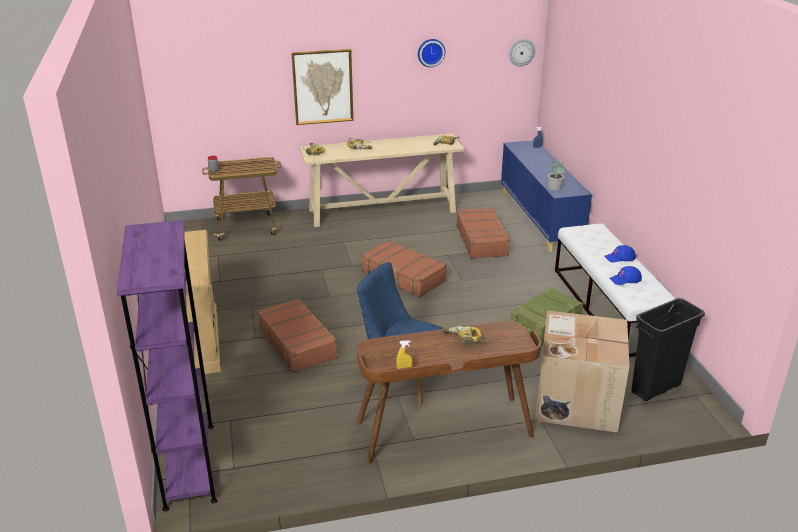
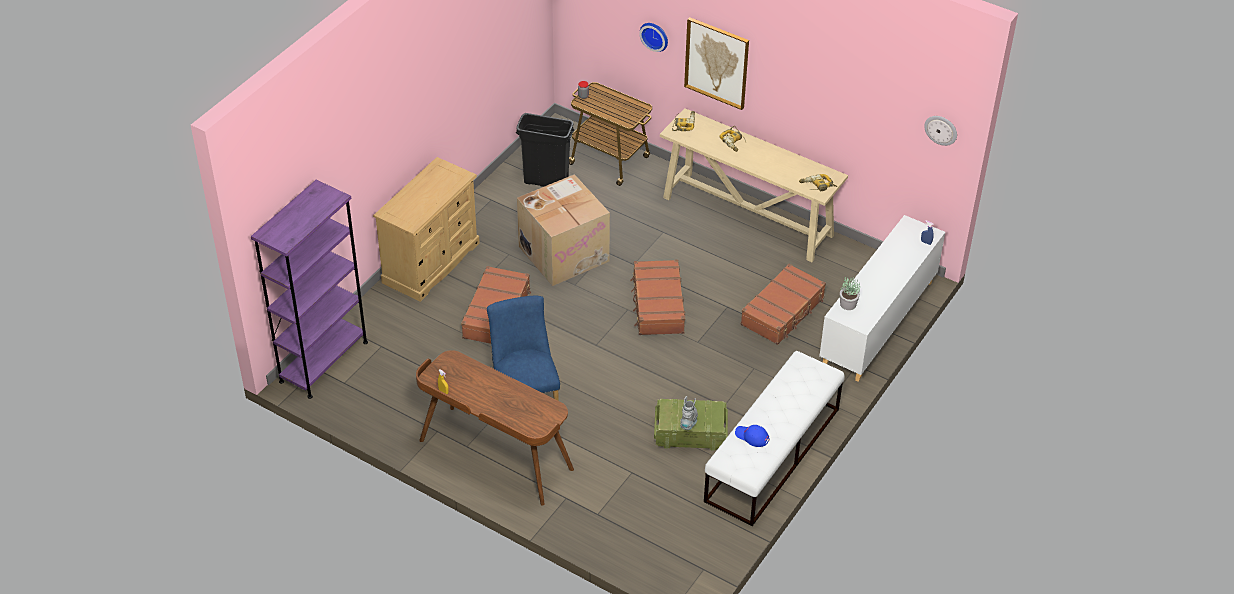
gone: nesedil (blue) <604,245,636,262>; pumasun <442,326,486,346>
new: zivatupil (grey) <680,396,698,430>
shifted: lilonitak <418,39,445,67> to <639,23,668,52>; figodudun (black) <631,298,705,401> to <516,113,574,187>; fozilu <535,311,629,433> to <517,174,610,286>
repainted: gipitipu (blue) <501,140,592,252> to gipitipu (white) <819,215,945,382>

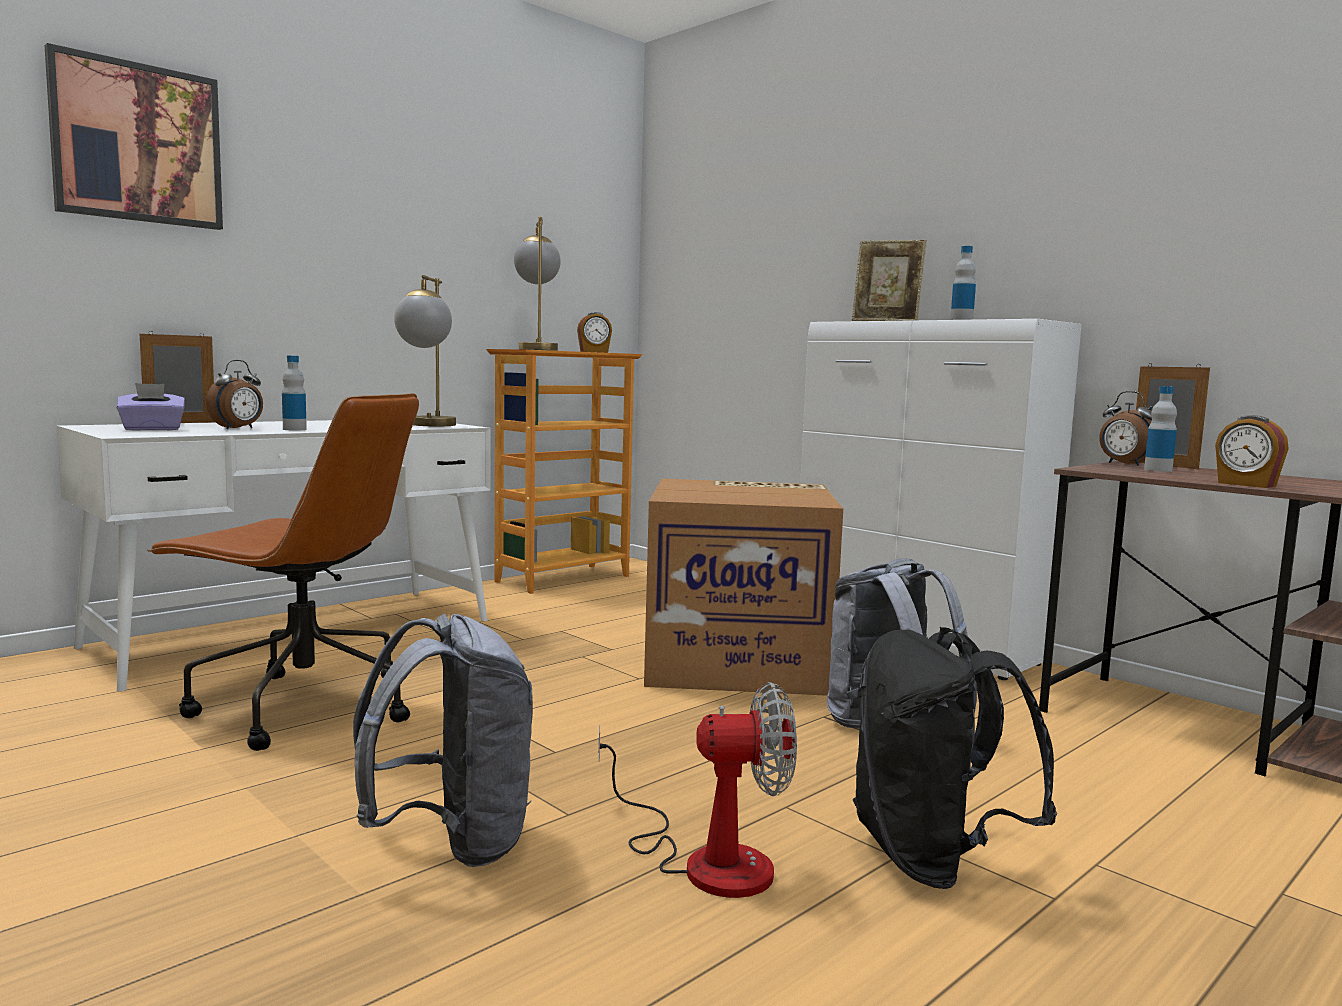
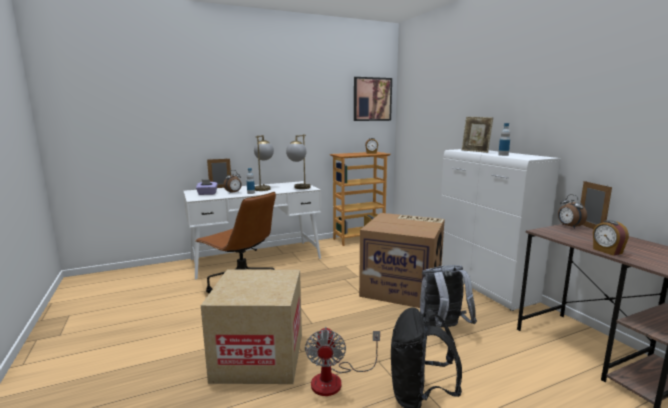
gone: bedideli <1144,386,1177,472>
shifted: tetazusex <45,43,223,230> to <354,77,392,121>; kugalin <514,217,561,351> to <254,135,274,191>
swapped: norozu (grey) <353,614,533,867> to fozilu <201,270,302,384>
rotated: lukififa <599,682,797,898> = <305,327,380,396> 75 degrees clockwise

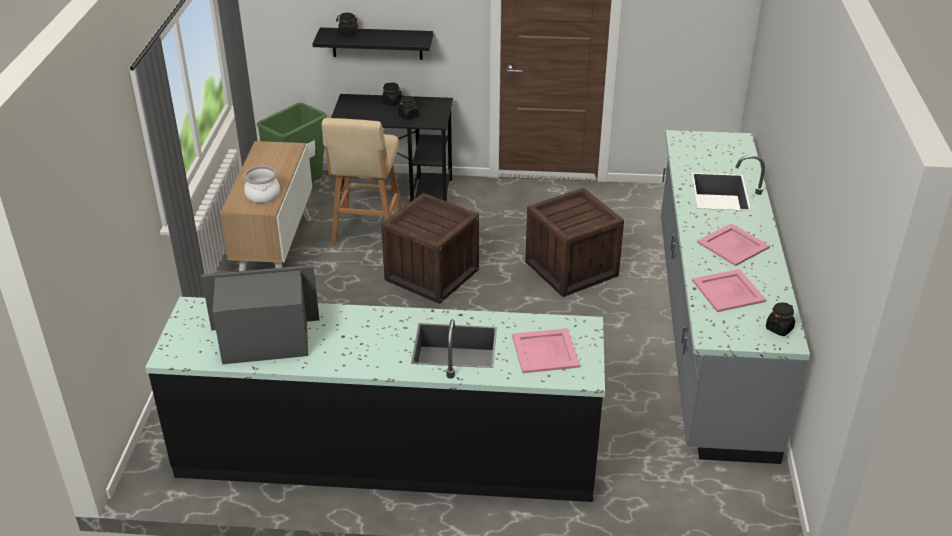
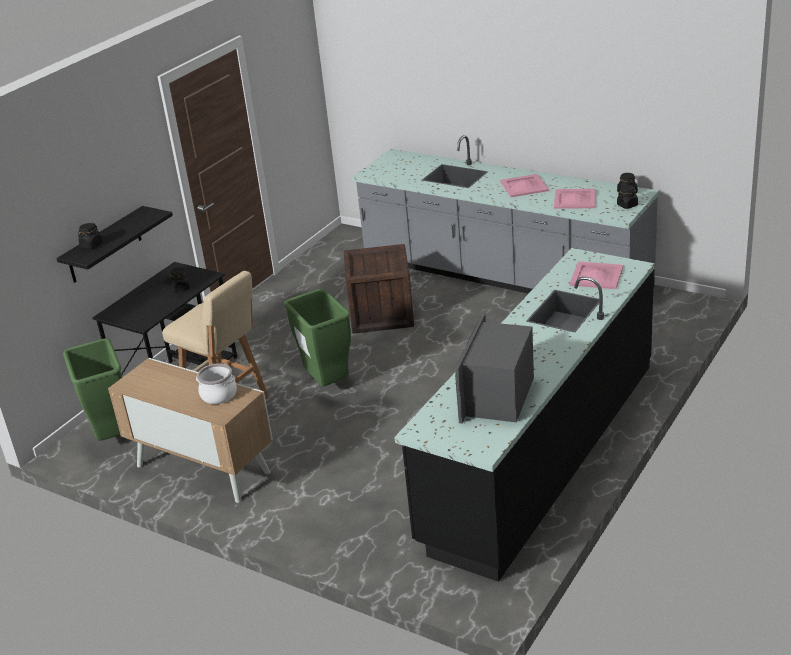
shifted: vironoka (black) <382,83,402,106> to <617,185,638,209>
swapped: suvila <381,193,479,304> to figodudun (green) <285,289,351,386>

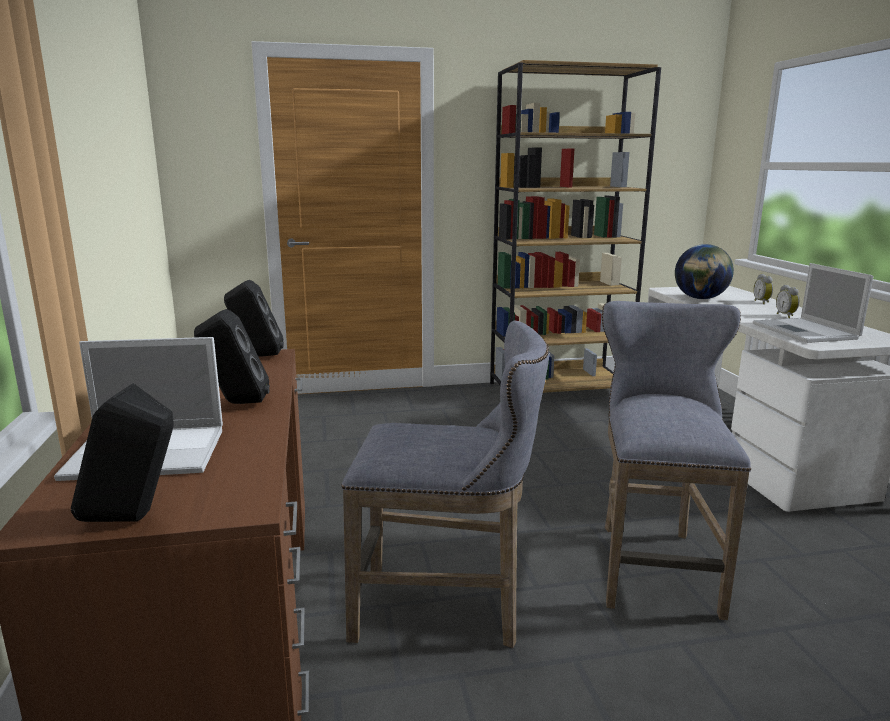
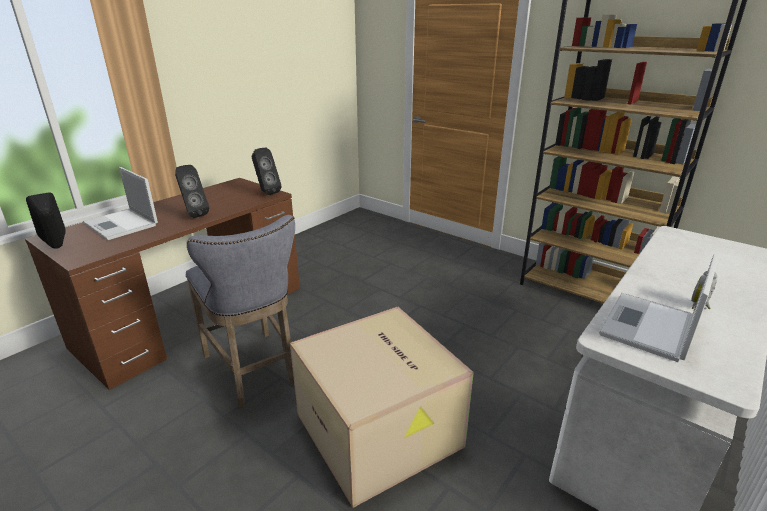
gone: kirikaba <675,244,734,299>; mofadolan <753,274,773,304>
swapped: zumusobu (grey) <602,301,751,620> to fozilu <290,307,474,508>

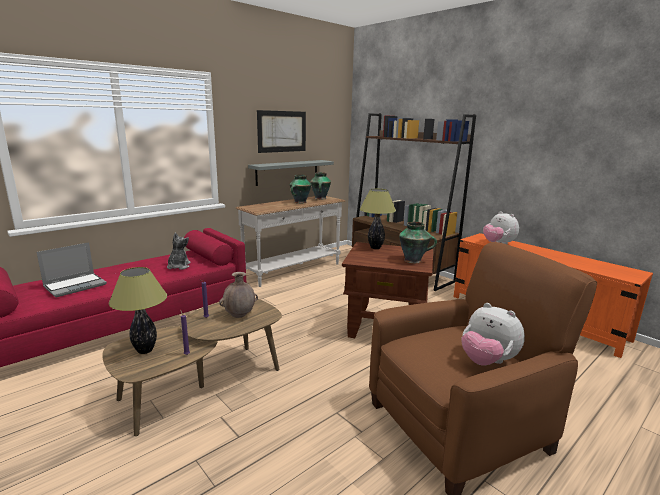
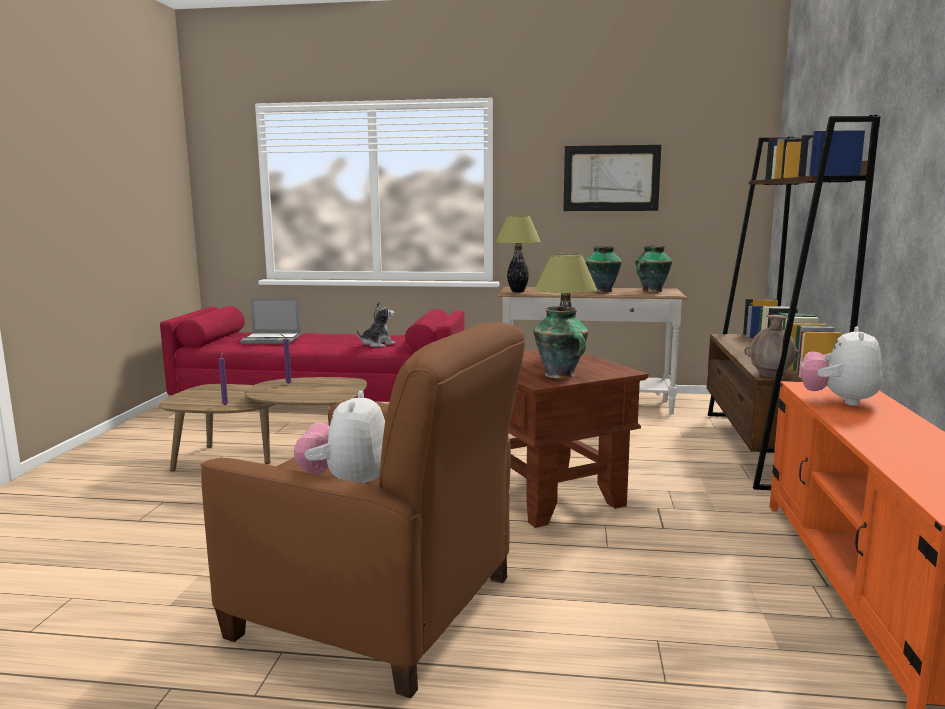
gone: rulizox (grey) <248,160,334,186>
shifted: kugalin <109,267,167,354> to <496,216,541,292>; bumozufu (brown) <219,272,258,318> to <744,315,801,377>

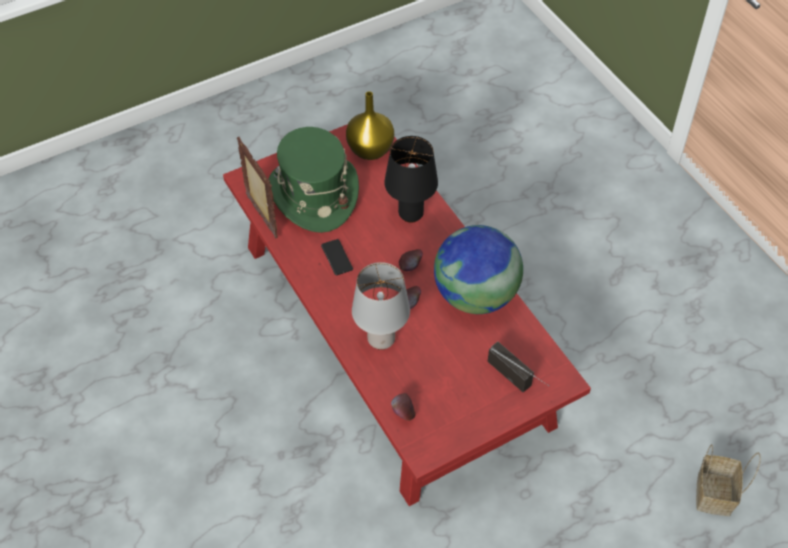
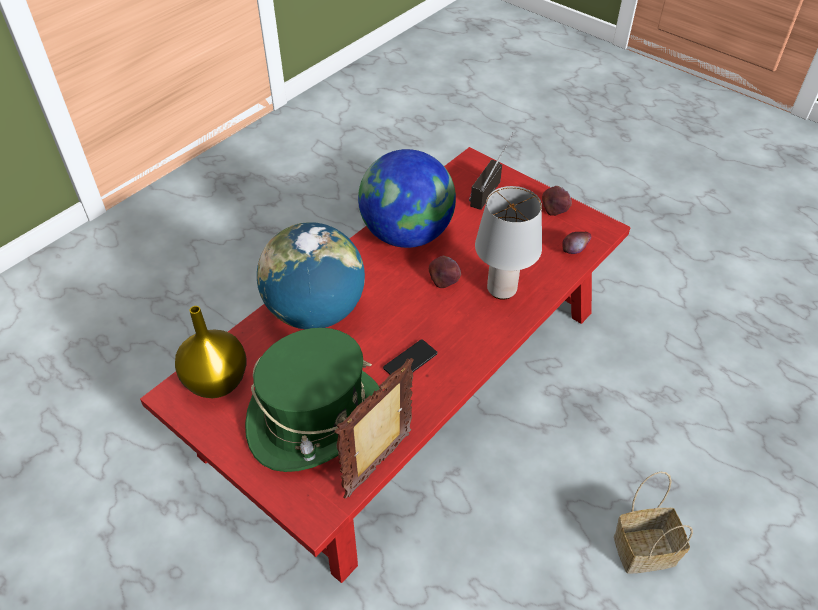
shifted: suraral <399,249,423,271> to <542,186,572,216>; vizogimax <696,444,761,516> to <614,472,693,574>
swapped: kugalin (black) <384,136,438,223> to kirikaba <257,222,365,329>

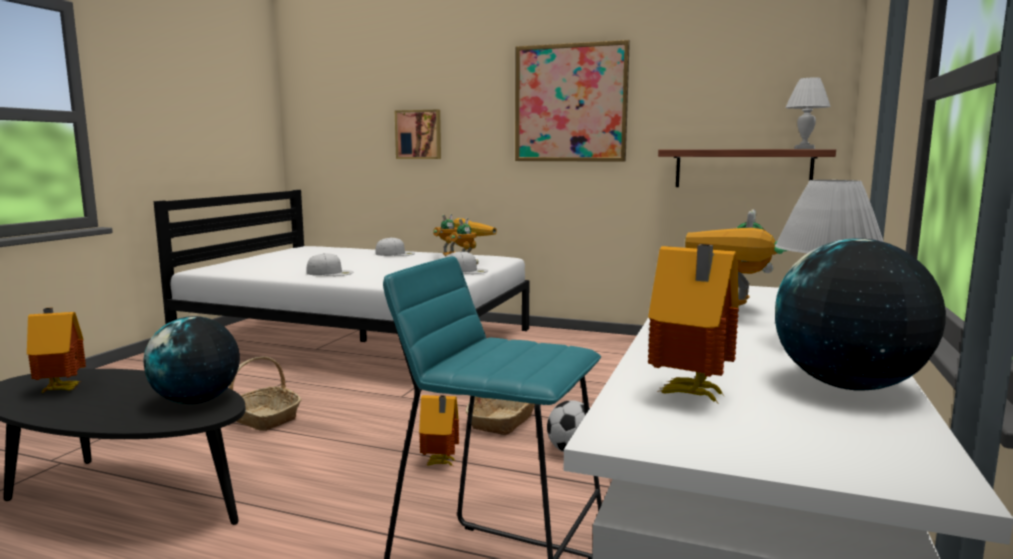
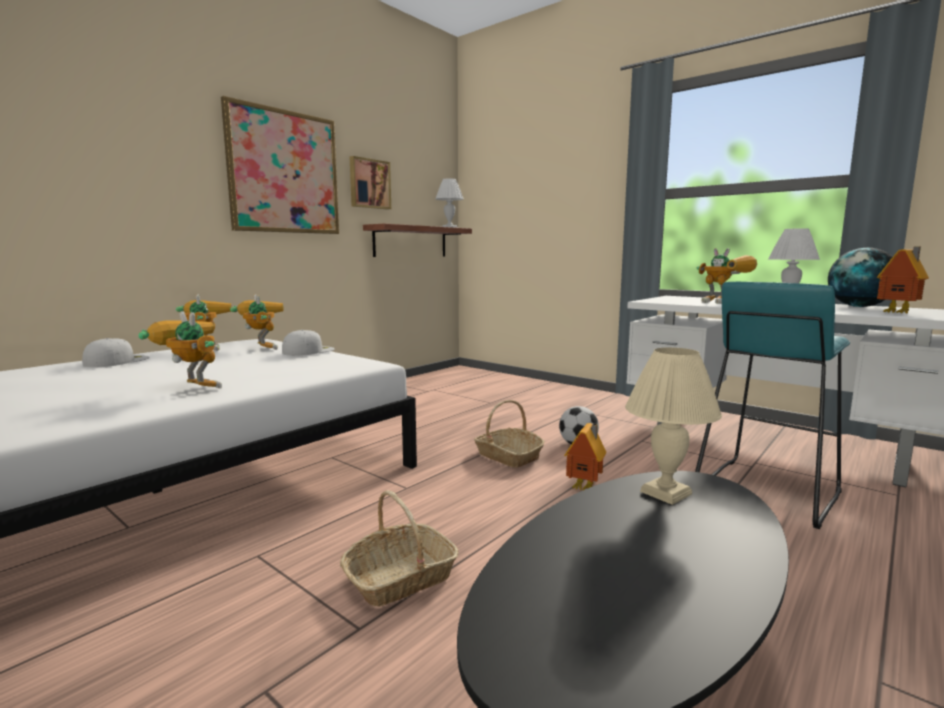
gone: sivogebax <27,308,86,393>
shifted: tetazusex <395,110,441,159> to <350,156,391,210>
swapped: nesedil (white) <306,253,353,276> to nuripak <138,311,222,388>; kirikaba <144,316,240,404> to kugalin (beige) <625,348,722,505>

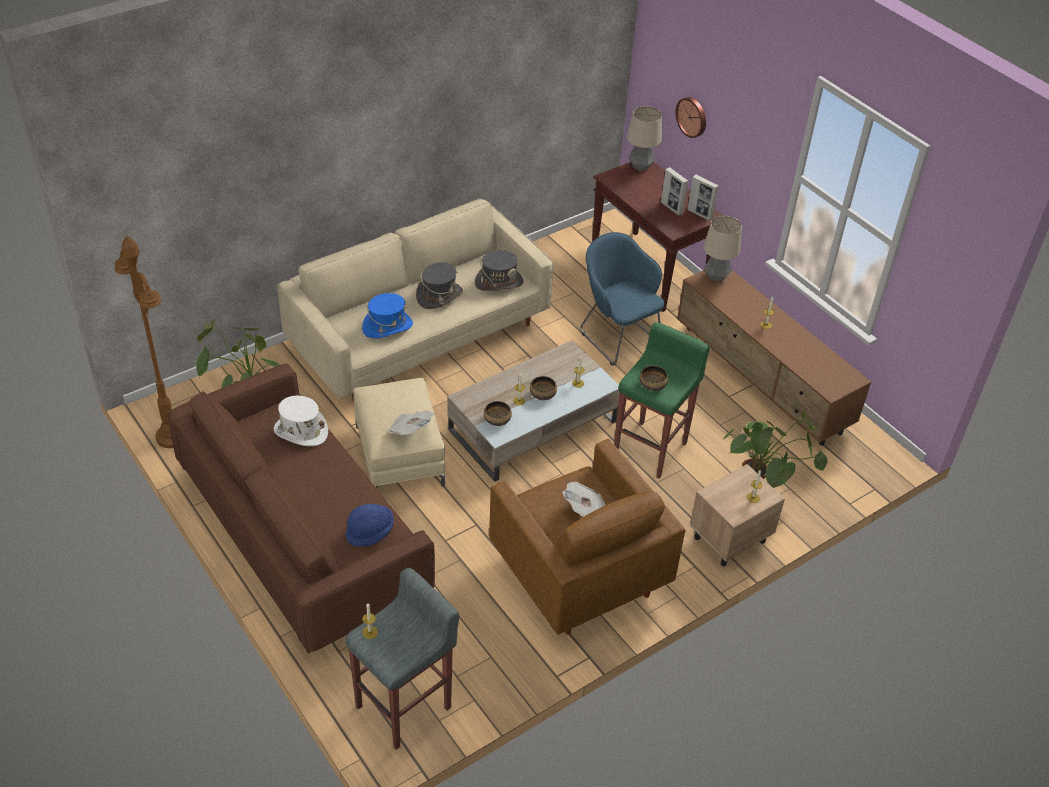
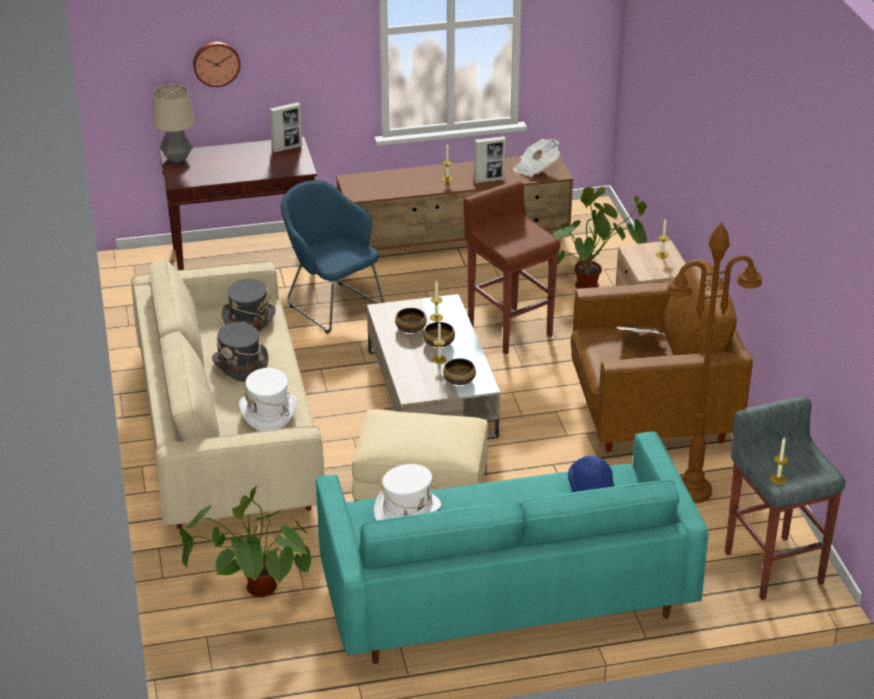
gone: kugalin <704,216,742,282>
shifted: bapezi <661,167,688,215> to <474,136,506,183>; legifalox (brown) <115,236,173,448> to <667,223,762,503>; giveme <639,365,668,391> to <395,308,427,333>; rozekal <387,410,434,435> to <513,139,560,177>
repainted: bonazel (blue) <362,293,413,338> to bonazel (white) <239,368,297,431>; zumusobu (green) <614,322,710,478> to zumusobu (brown) <463,181,560,355>; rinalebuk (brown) <167,363,435,653> to rinalebuk (turquoise) <316,431,708,664>
rotated: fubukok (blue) <581,232,664,366> = <281,180,384,334> 60 degrees clockwise

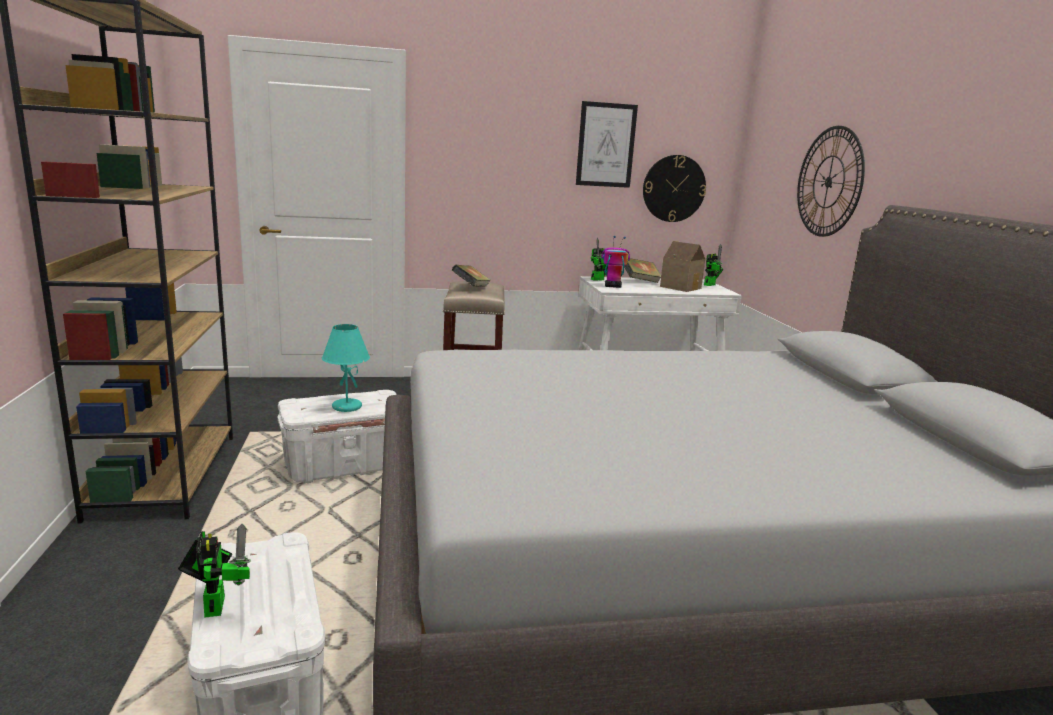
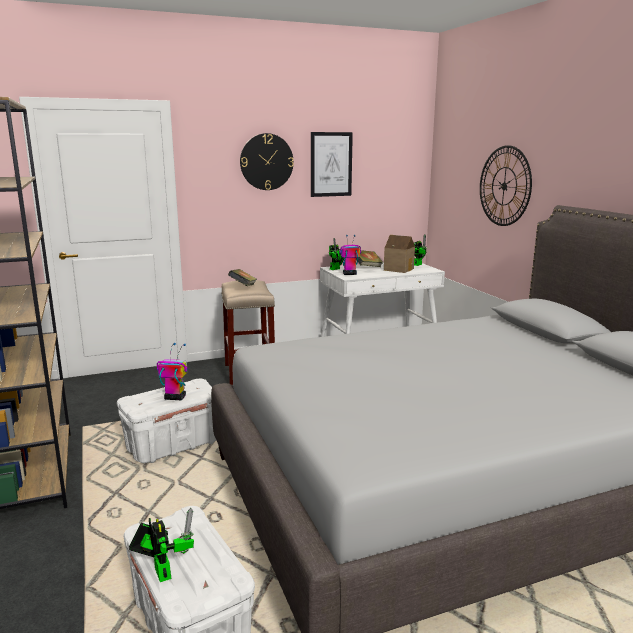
shifted: lilonitak <643,155,706,222> to <240,133,294,190>
swapped: kugalin (turquoise) <322,324,370,412> to nuripak <157,343,188,400>

